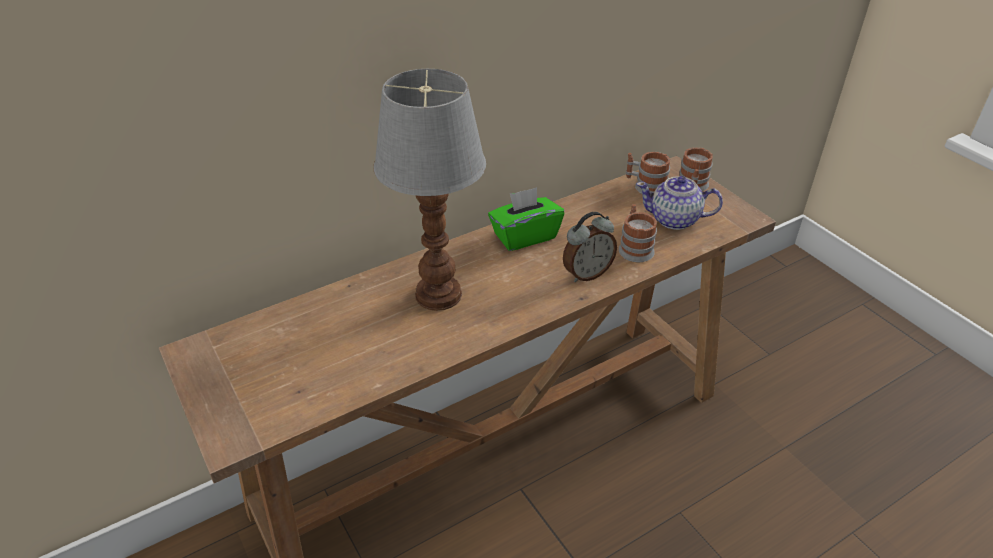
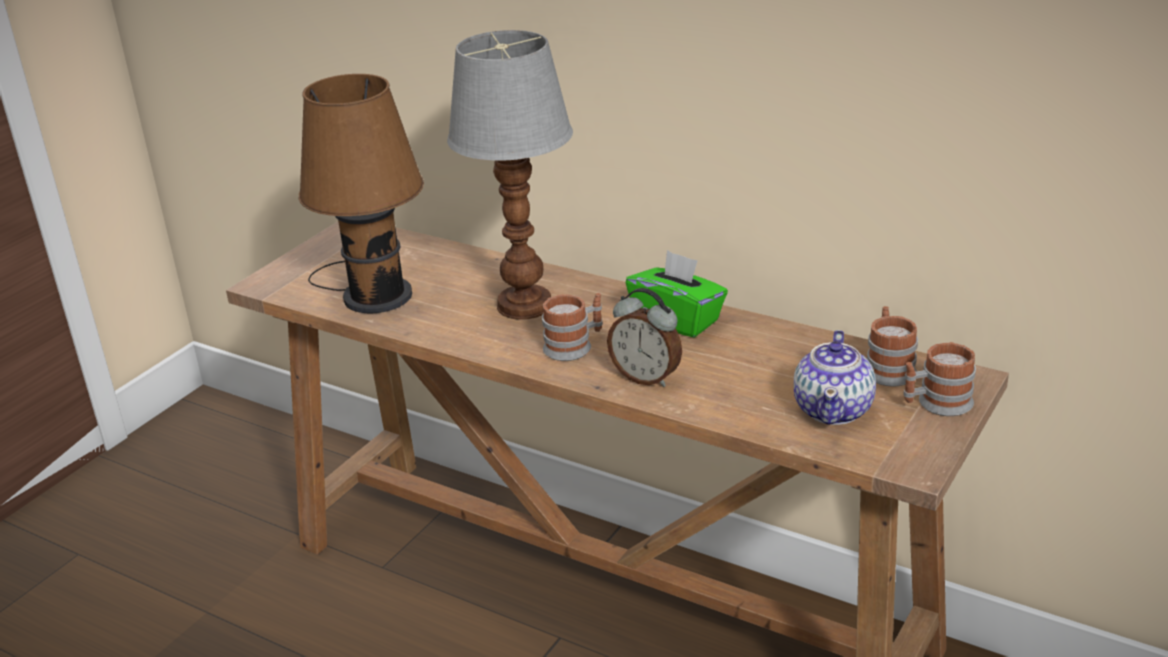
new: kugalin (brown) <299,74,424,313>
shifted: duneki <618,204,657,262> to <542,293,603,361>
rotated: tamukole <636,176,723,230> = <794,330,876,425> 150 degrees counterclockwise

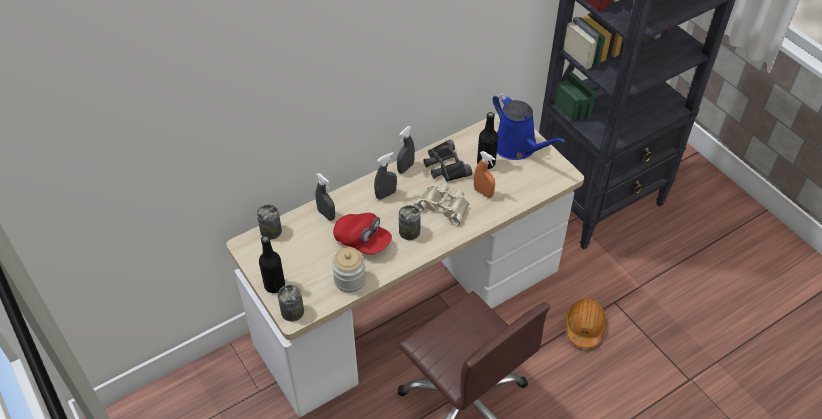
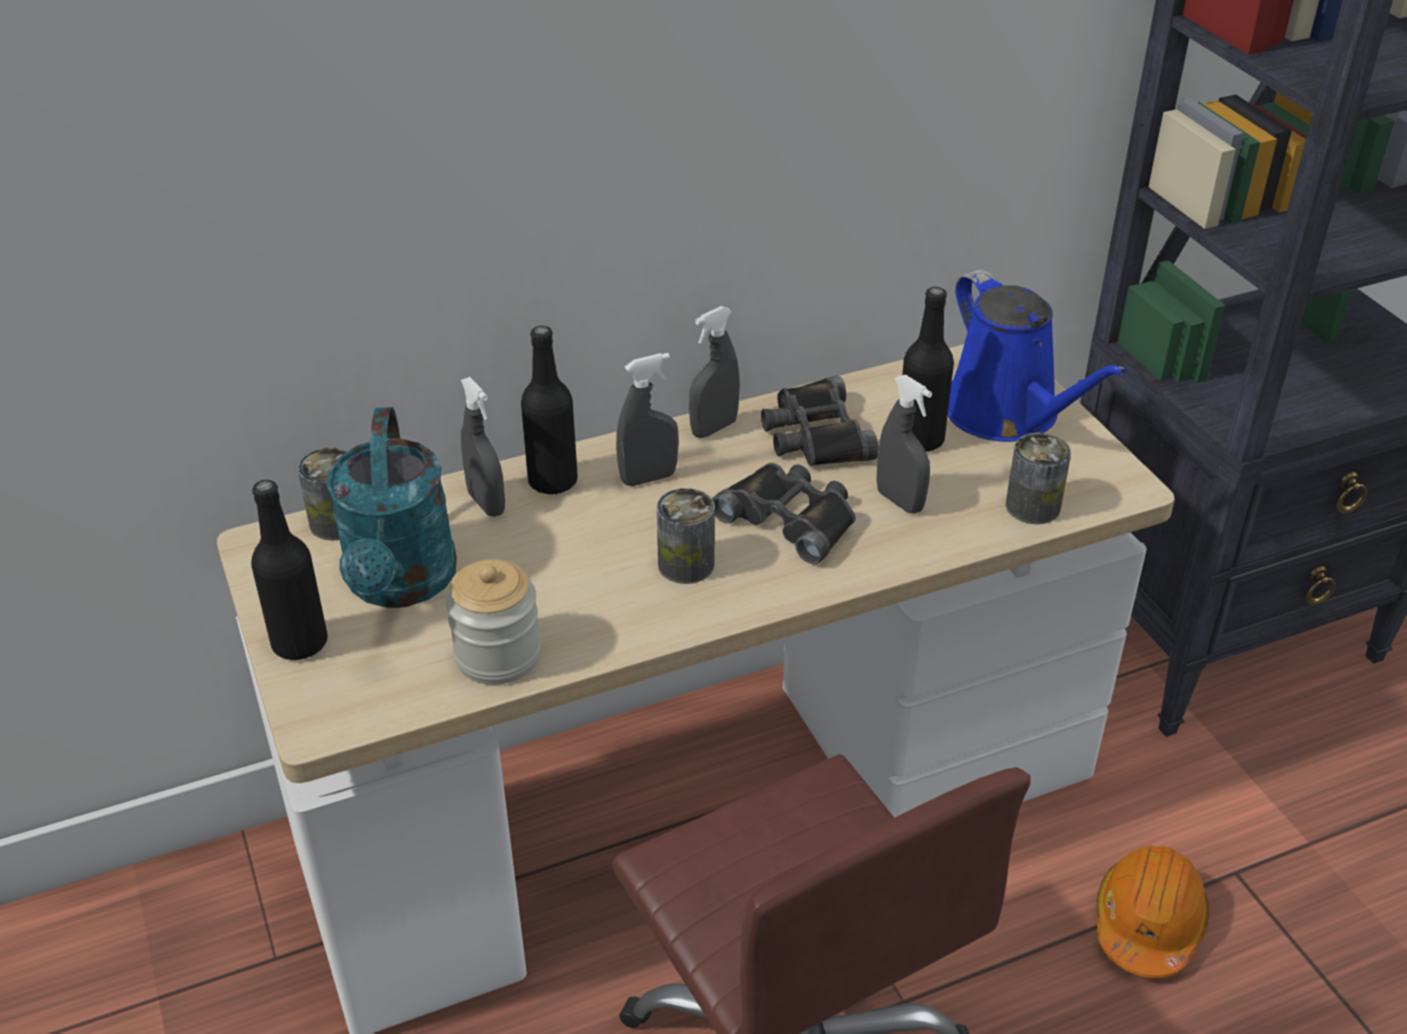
gone: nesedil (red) <333,213,392,255>
new: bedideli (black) <521,326,578,495>; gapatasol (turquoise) <327,407,457,608>
shifted: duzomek <278,285,304,321> to <1006,433,1071,524>
repainted: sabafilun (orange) <474,151,495,198> to sabafilun (grey) <877,375,932,513>; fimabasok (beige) <414,184,469,225> to fimabasok (black) <712,463,856,564>

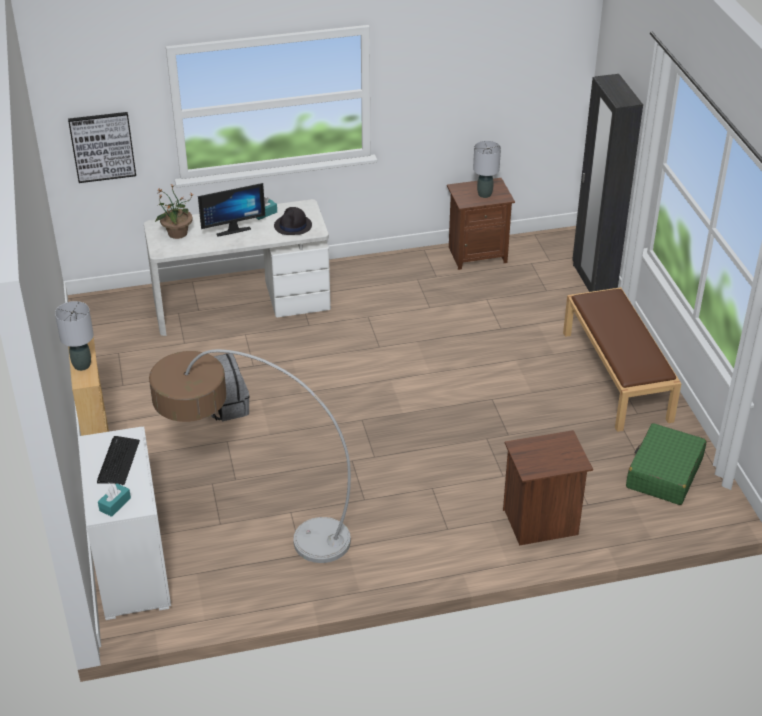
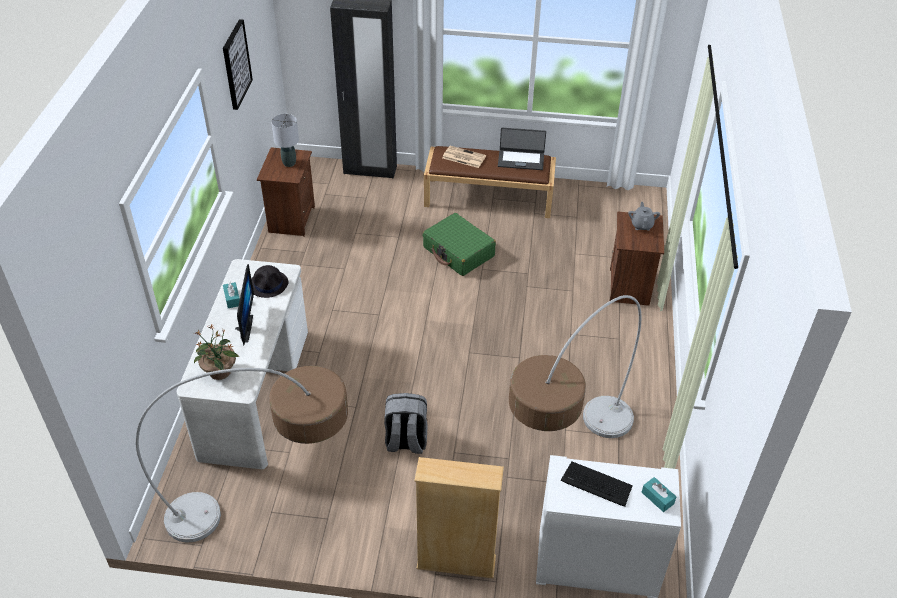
gone: kugalin (grey) <55,301,94,371>
new: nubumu <498,128,546,170>; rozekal <443,146,486,168>; tamukole (grey) <628,202,660,230>; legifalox <135,366,348,543>
shifted: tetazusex <68,112,136,183> to <223,19,253,110>; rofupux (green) <626,423,707,505> to <423,213,496,276>

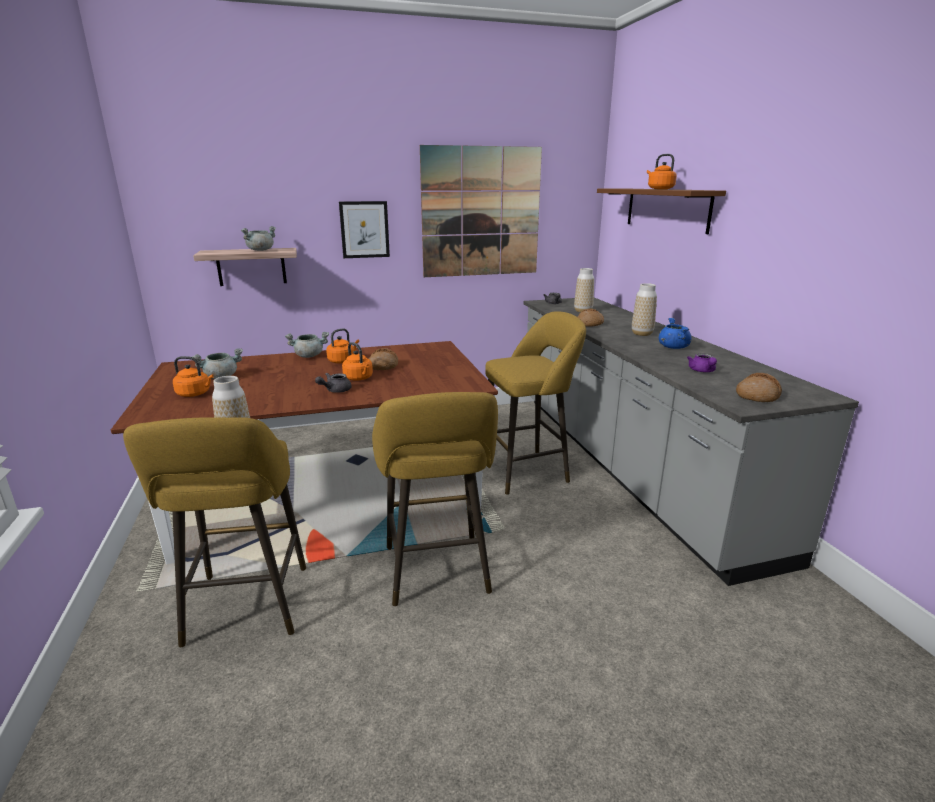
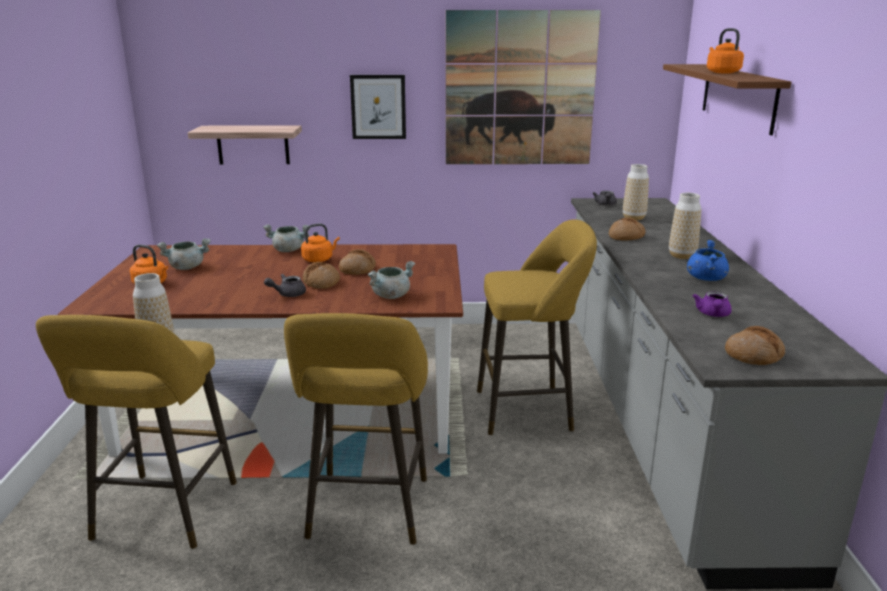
shifted: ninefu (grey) <241,226,276,251> to <367,261,415,299>
swapped: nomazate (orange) <342,342,373,381> to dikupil <302,262,340,289>

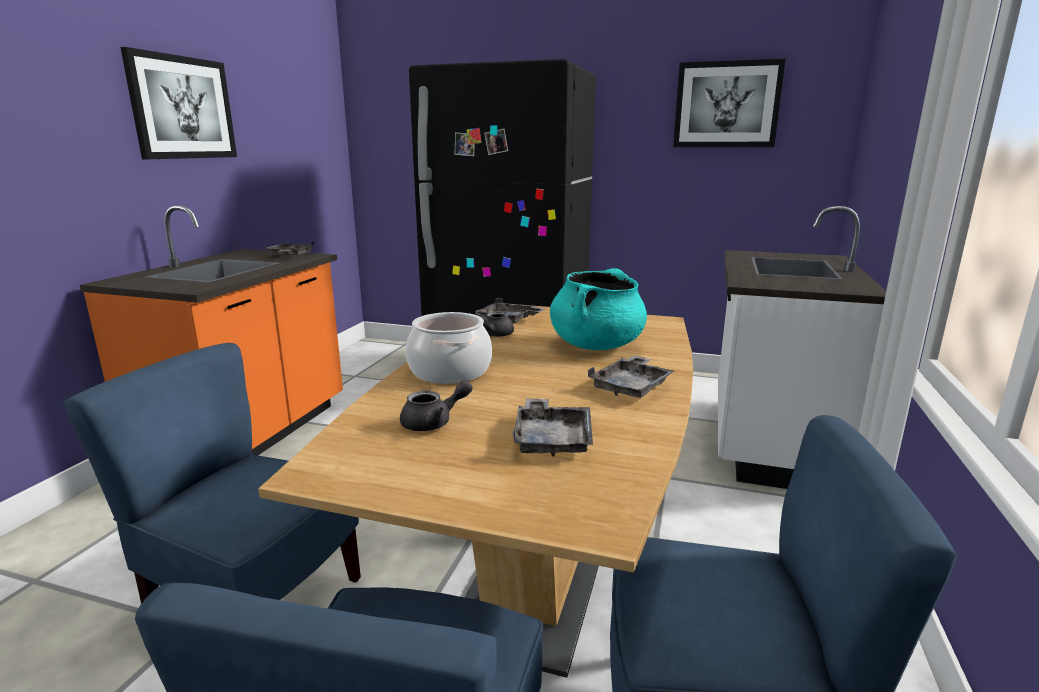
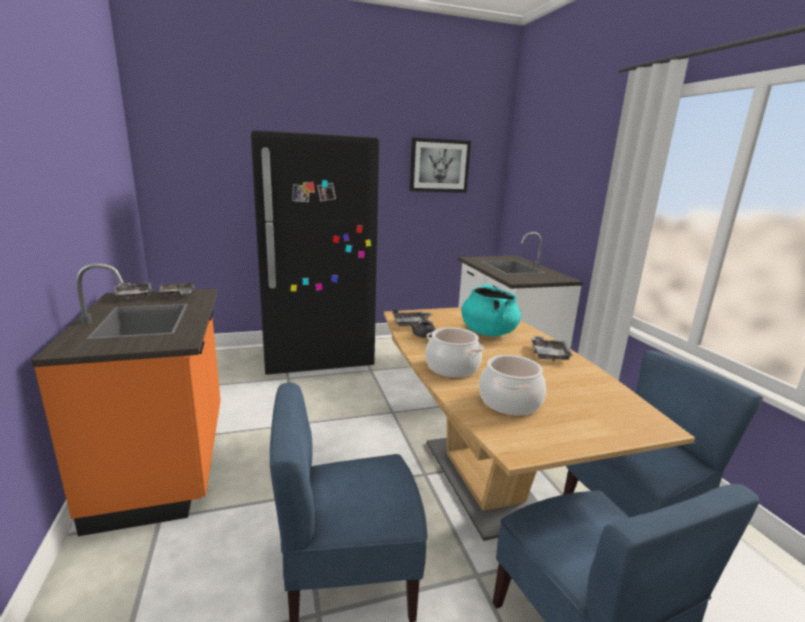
gone: tetazusex <120,47,237,159>
shifted: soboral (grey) <513,398,593,456> to <114,283,152,300>
swapped: tamukole (grey) <400,380,473,431> to ninefu <479,355,546,416>

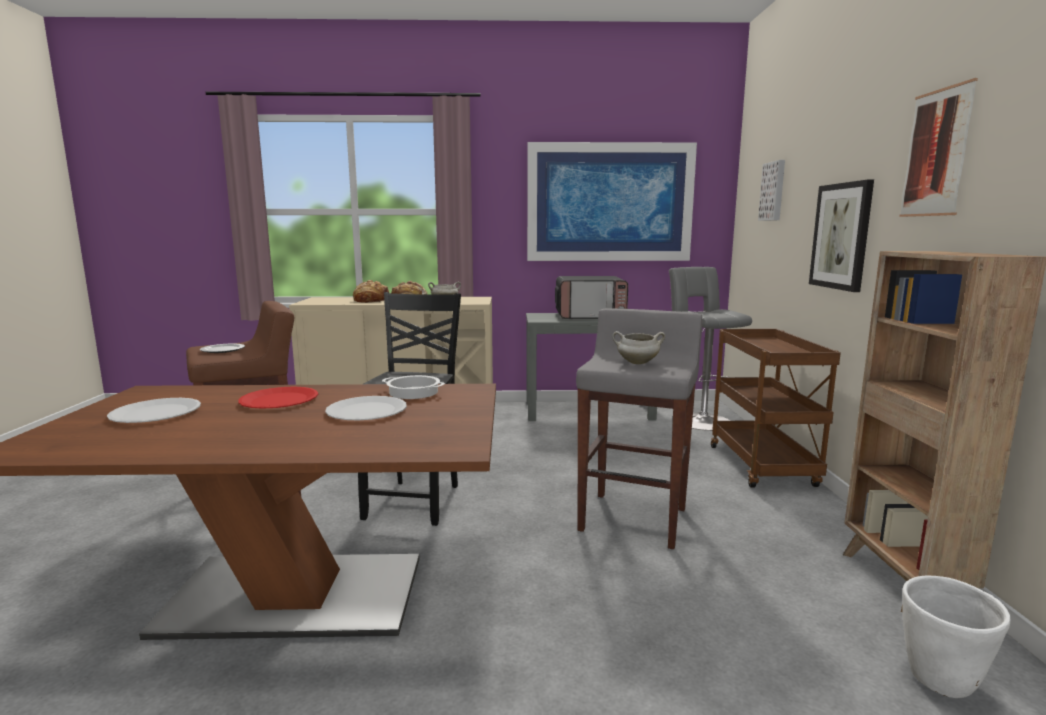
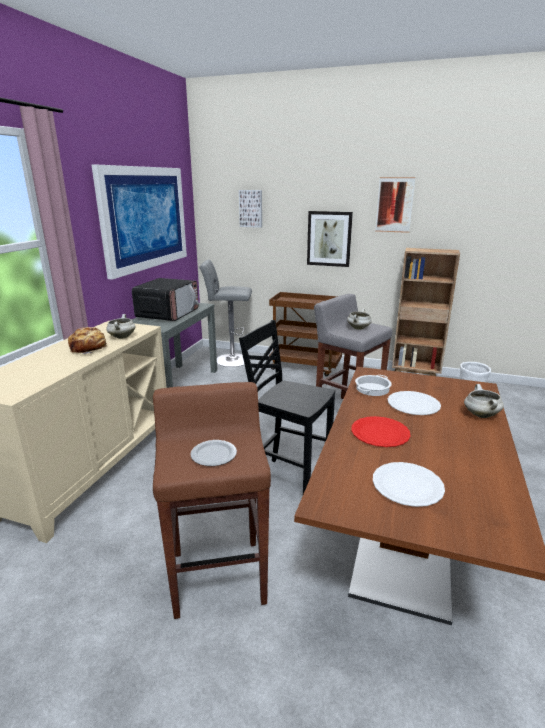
gone: dikupil <353,280,389,303>
new: ninefu (white) <464,384,504,418>

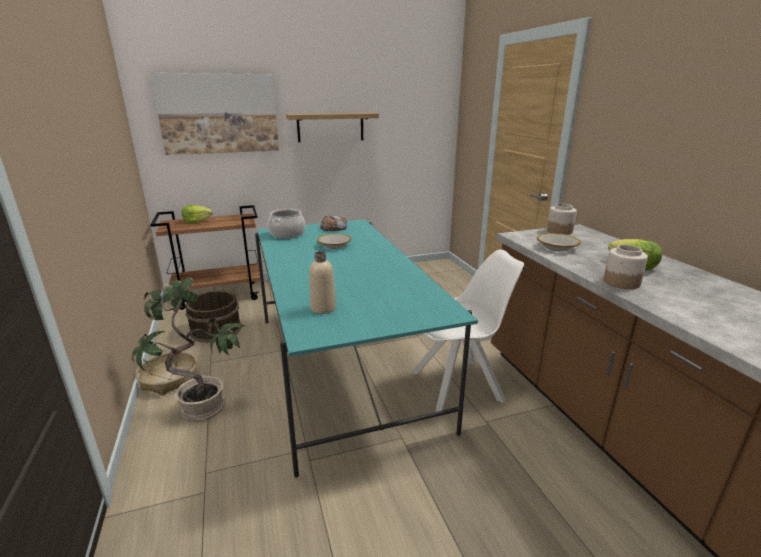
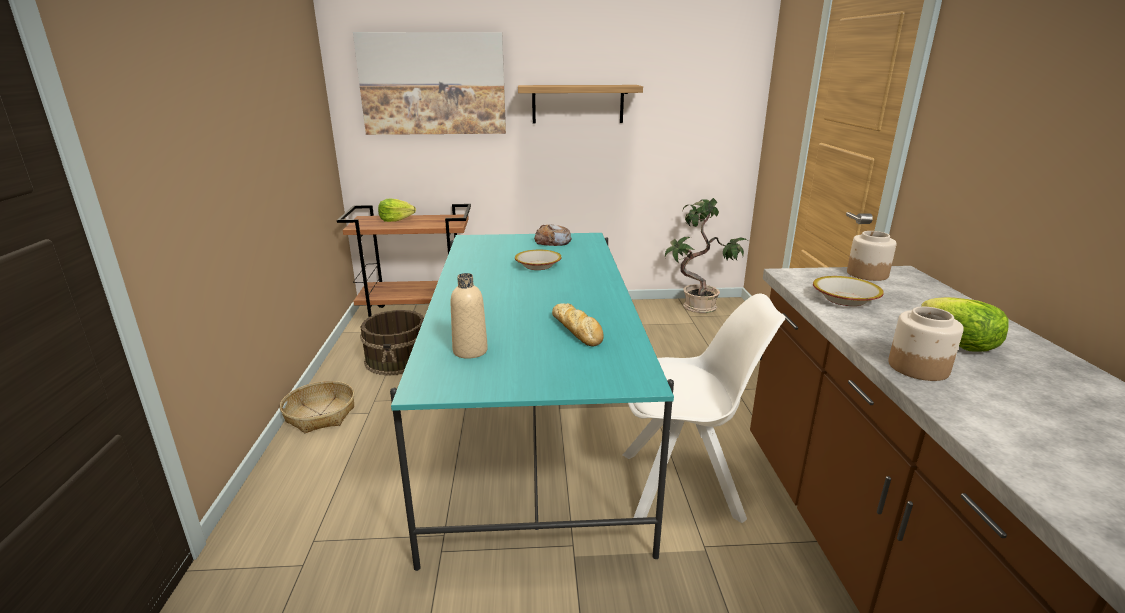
gone: ninefu <268,209,305,238>
new: dikupil <552,303,604,346>
shifted: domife <132,278,246,422> to <665,198,748,313>

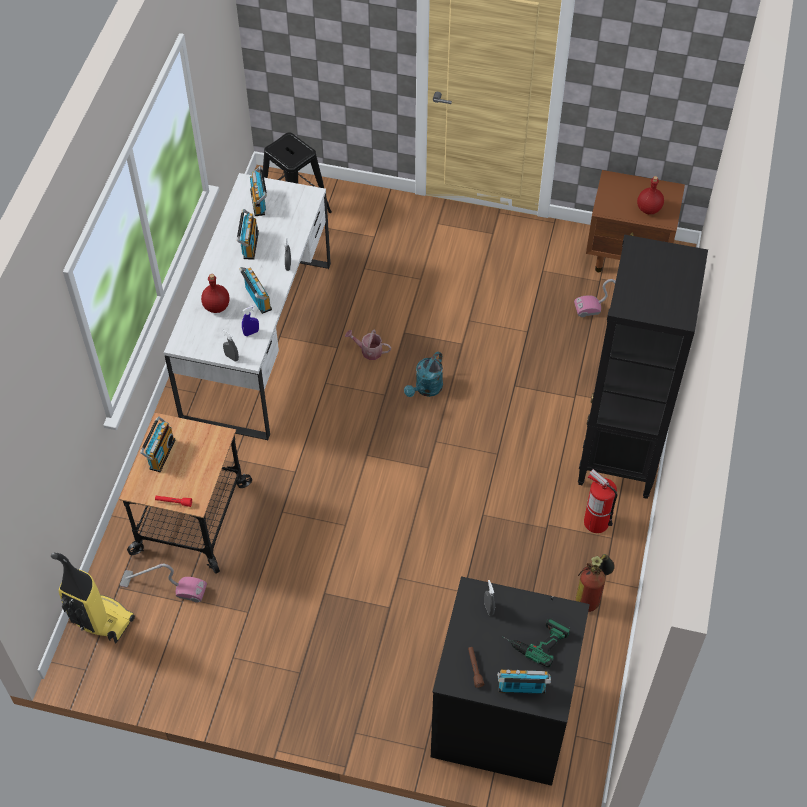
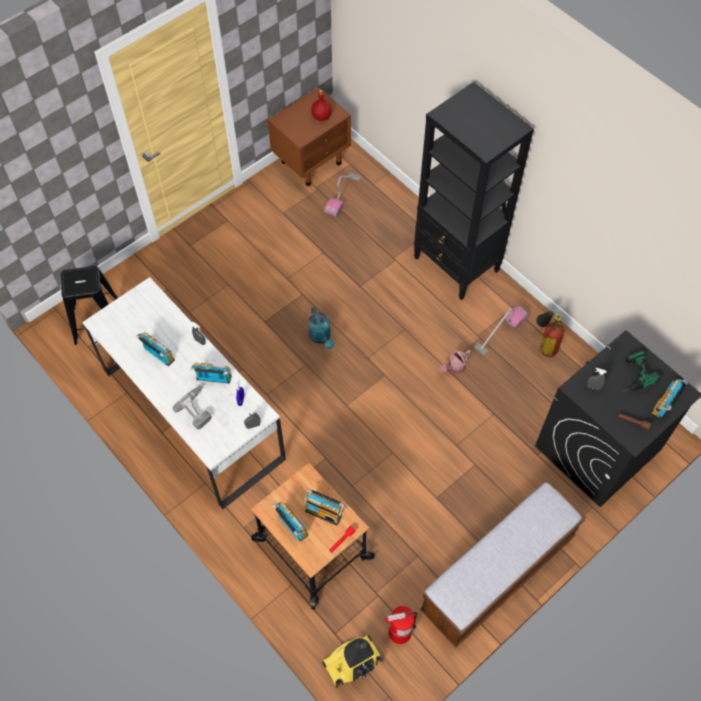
new: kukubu <420,481,586,648>
shifted: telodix <250,166,267,216> to <304,489,345,526>; gapatasol <345,330,391,360> to <440,350,471,374>; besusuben <584,469,617,533> to <385,606,417,644>; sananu <120,564,207,603> to <474,306,529,355>
swapped: bedideli (red) <201,274,229,313> to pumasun <173,386,212,429>

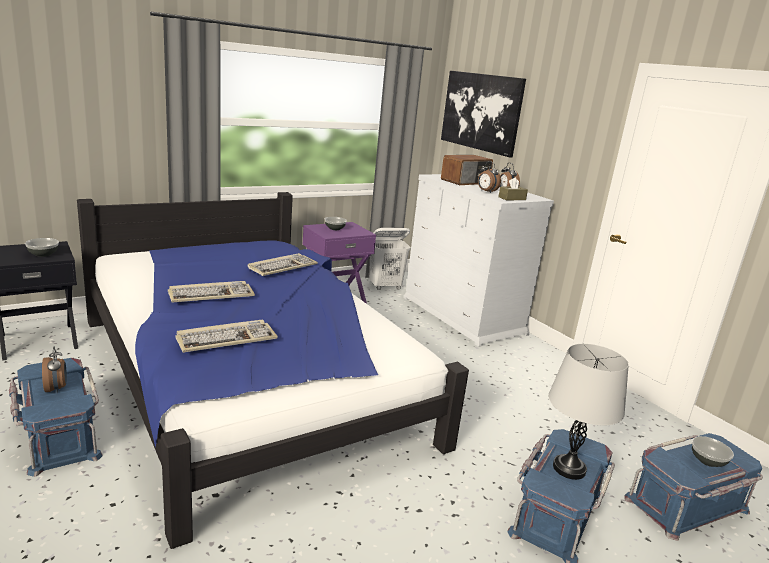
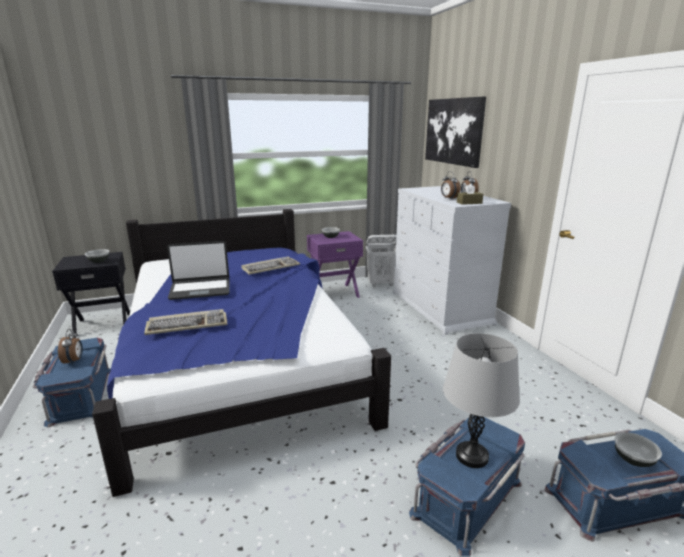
gone: telodix <441,155,493,185>
swapped: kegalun <168,281,255,303> to nubumu <167,241,230,300>

